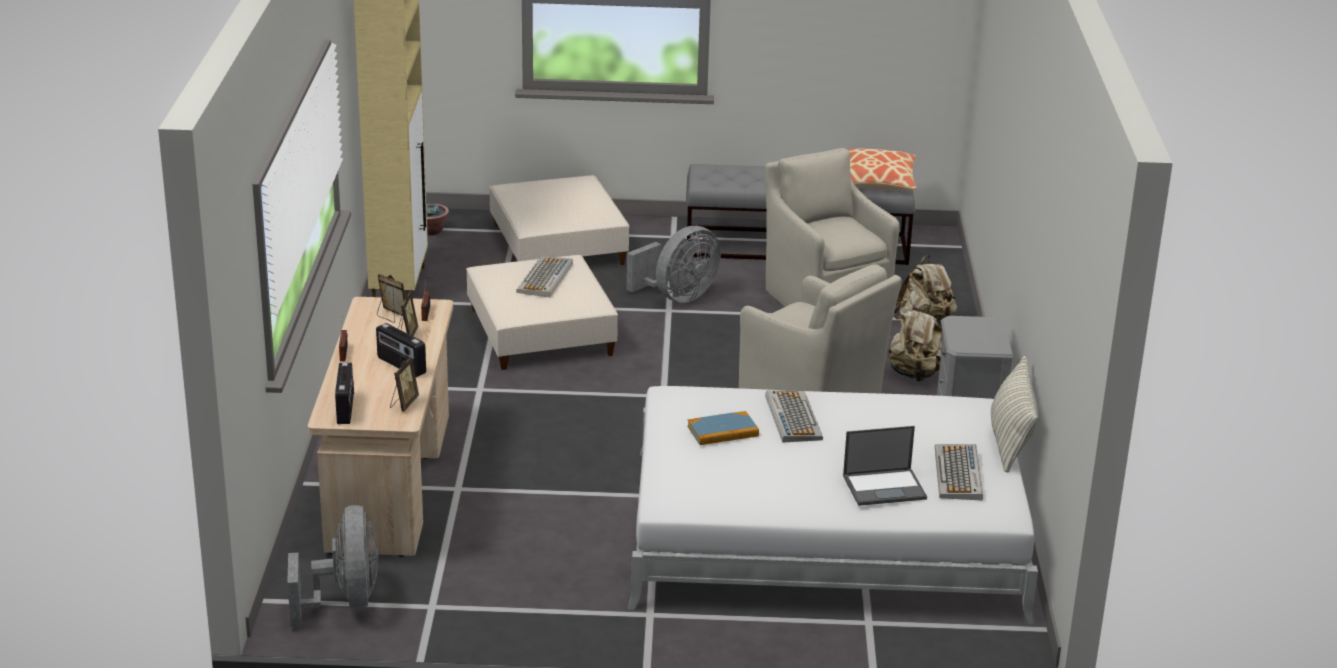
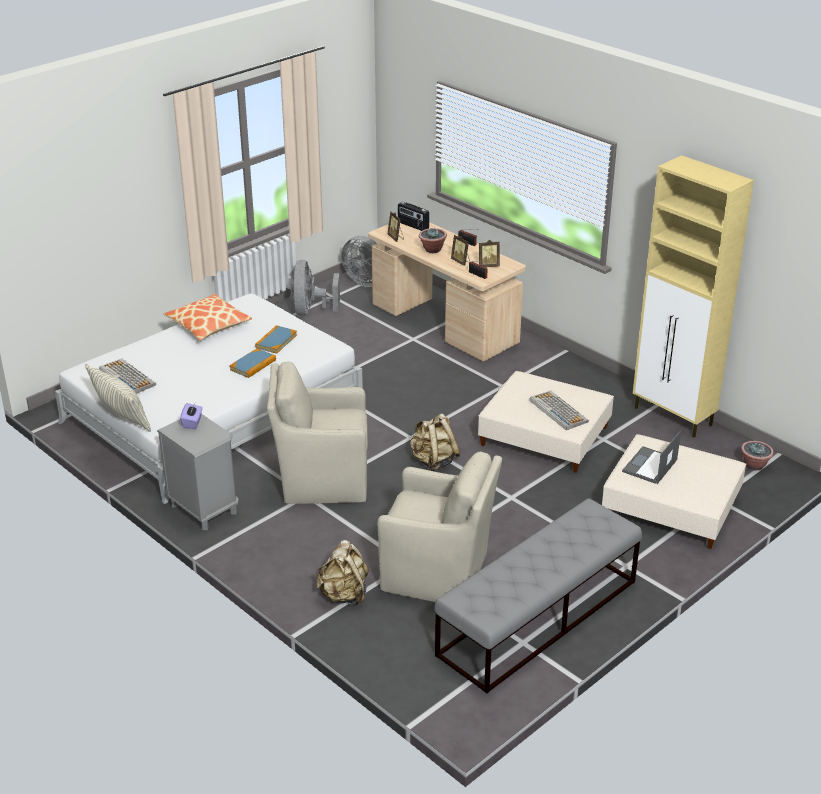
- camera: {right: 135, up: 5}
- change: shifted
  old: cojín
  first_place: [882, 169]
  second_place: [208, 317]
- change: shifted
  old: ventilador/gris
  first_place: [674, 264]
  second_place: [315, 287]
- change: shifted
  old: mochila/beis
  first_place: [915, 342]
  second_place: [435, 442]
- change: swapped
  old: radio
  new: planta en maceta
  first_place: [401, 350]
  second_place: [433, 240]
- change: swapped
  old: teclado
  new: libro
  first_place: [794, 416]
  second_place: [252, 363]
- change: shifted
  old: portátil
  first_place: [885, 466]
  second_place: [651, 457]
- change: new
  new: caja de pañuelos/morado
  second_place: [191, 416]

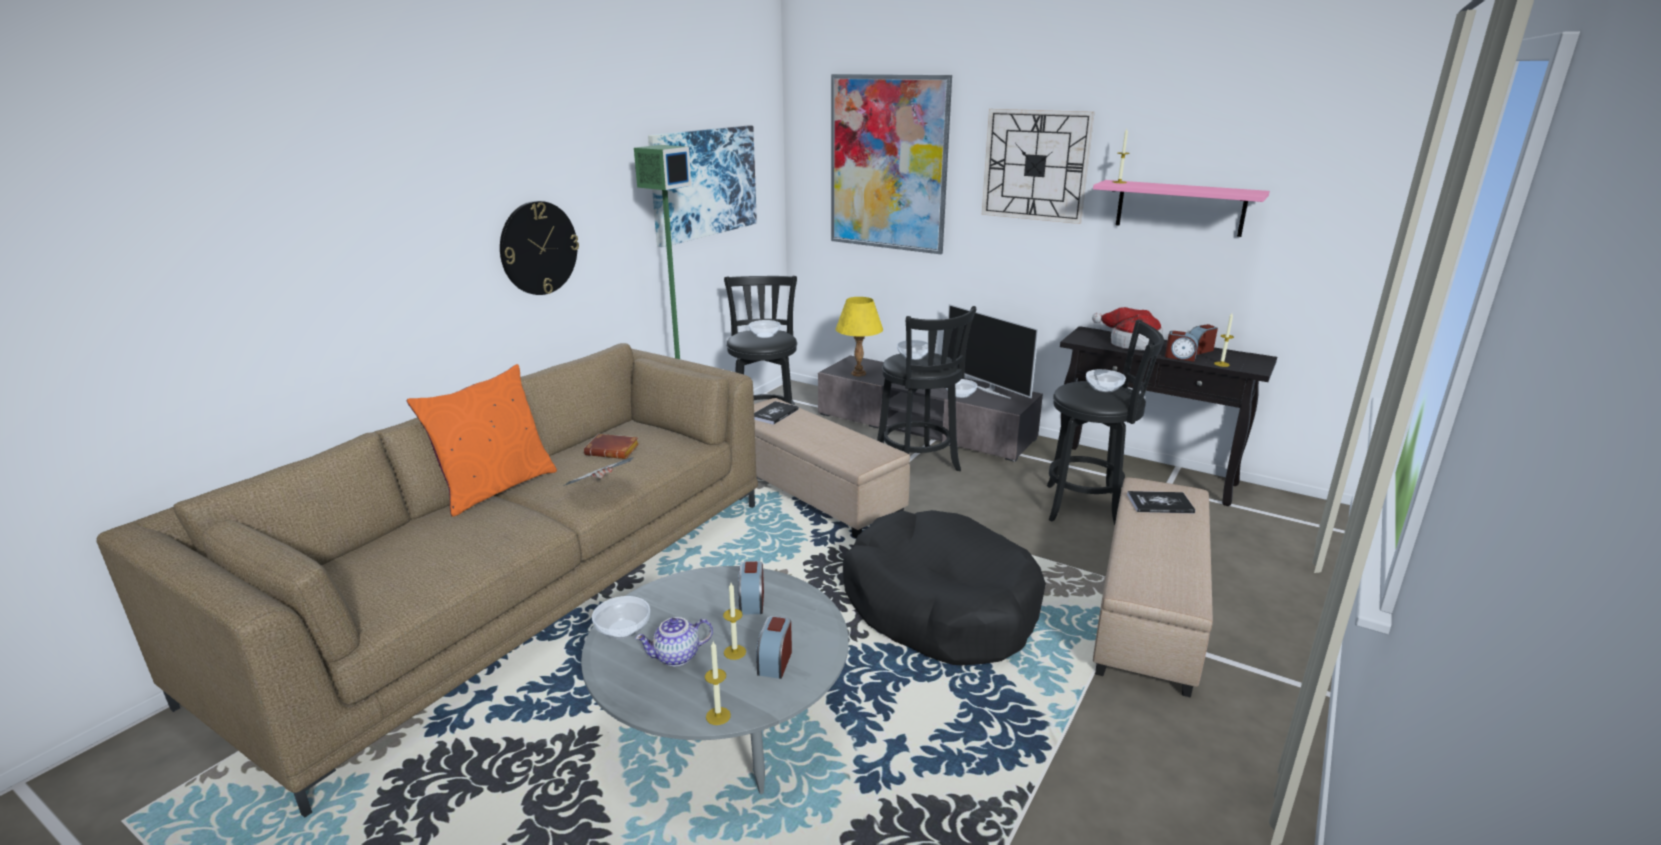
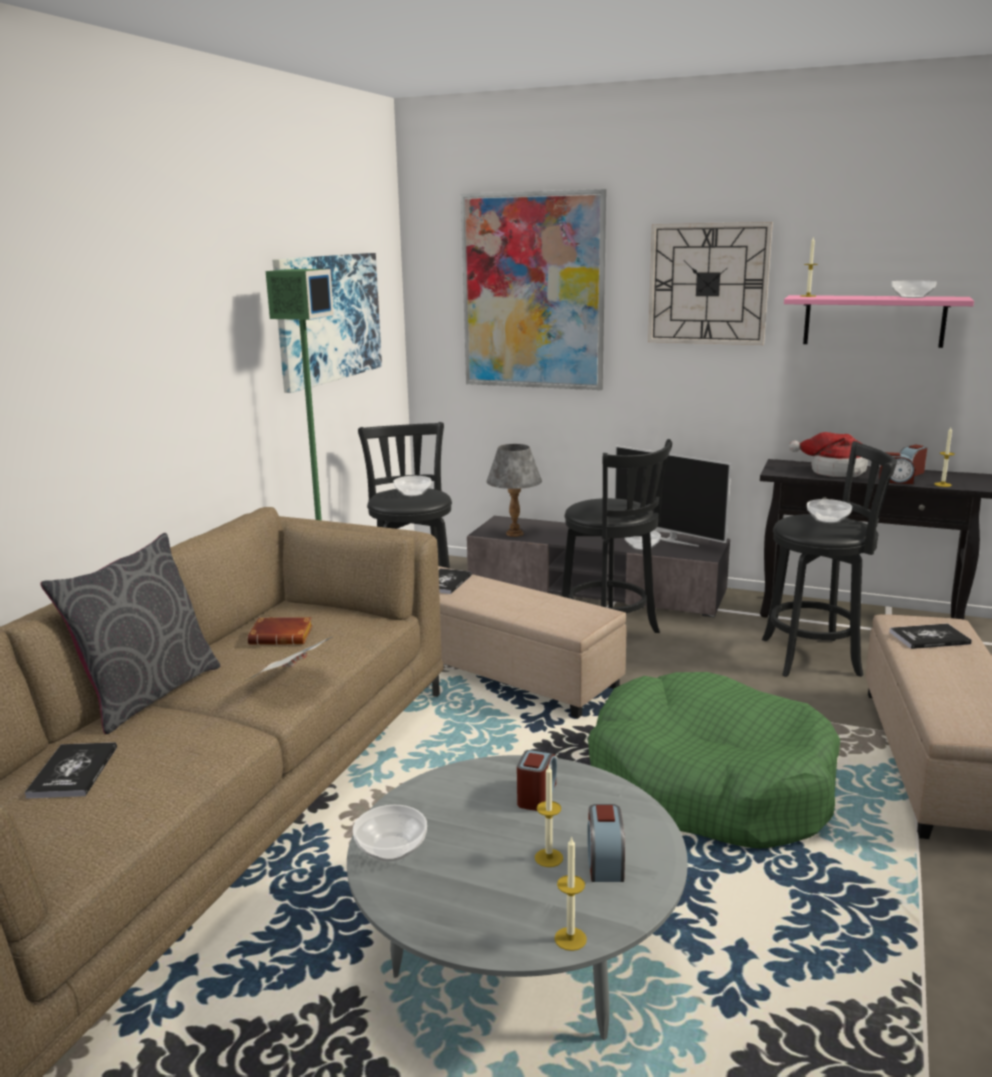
- camera: {right: -10, up: -5}
- change: gone
  old: reloj de pared
  first_place: [539, 248]
- change: repainted
  old: lámpara de mesa/amarillo
  new: lámpara de mesa/gris
  first_place: [859, 336]
  second_place: [514, 490]
- change: shifted
  old: cuenco
  first_place: [912, 350]
  second_place: [914, 289]
- change: repainted
  old: cojín/naranja
  new: cojín/gris
  first_place: [482, 440]
  second_place: [130, 633]
- change: repainted
  old: cama para perro/negro
  new: cama para perro/verde
  first_place: [944, 587]
  second_place: [714, 760]
- change: rotated
  old: despertador
  first_place: [751, 588]
  second_place: [537, 780]
  degrees: -150
- change: gone
  old: tetera
  first_place: [674, 641]
- change: new
  new: libro
  second_place: [70, 770]

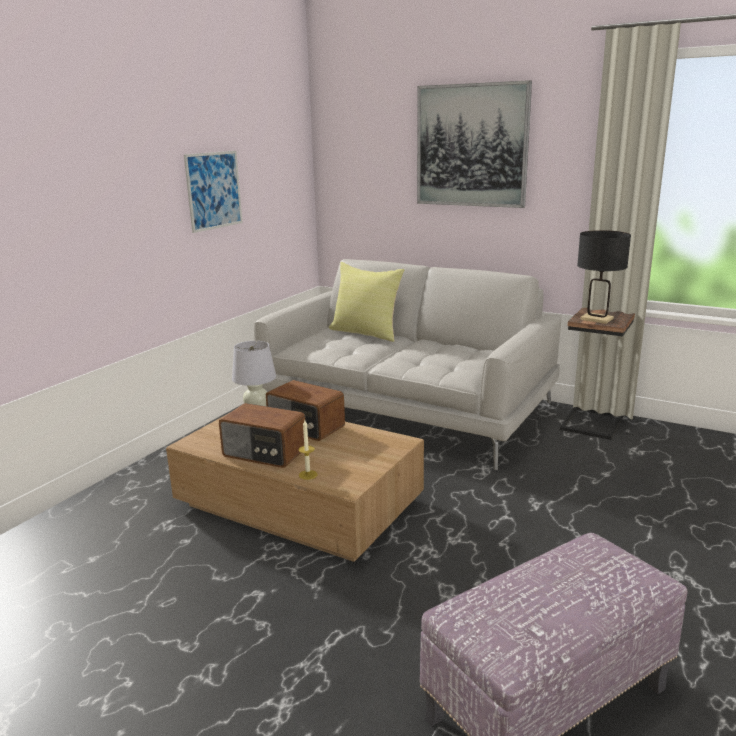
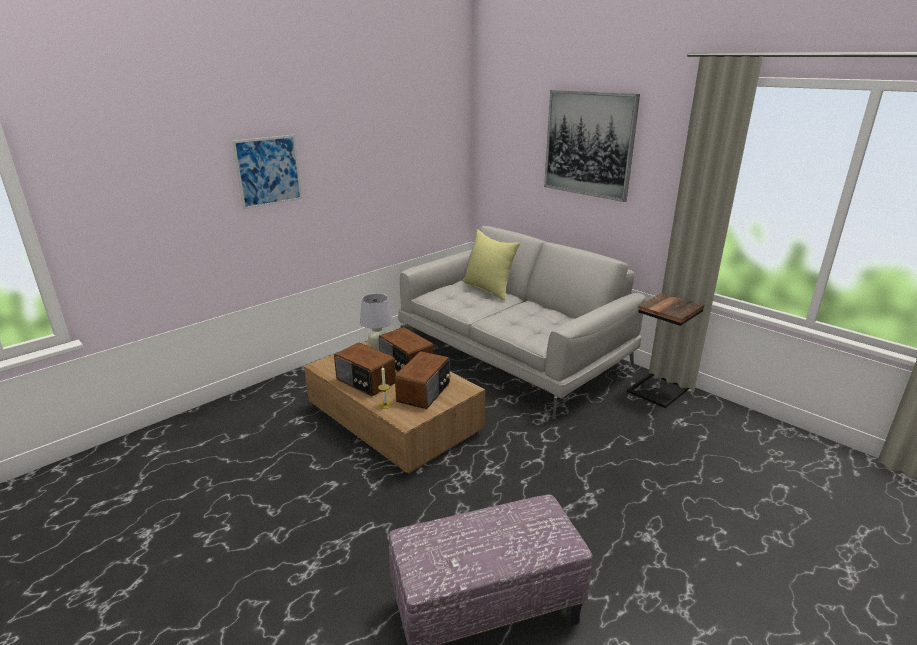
- camera: {right: 15, up: 5}
- change: shifted
  old: cuadro
  first_place: [213, 192]
  second_place: [267, 172]
- change: gone
  old: lámpara de mesa/negro
  first_place: [604, 277]
- change: new
  new: radio
  second_place: [423, 380]

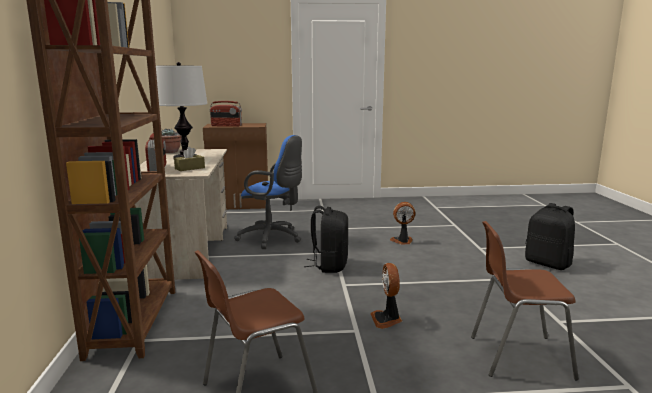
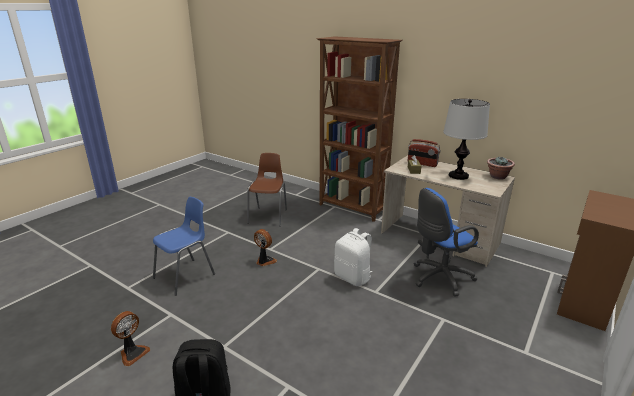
- camera: {right: 130, up: 10}
- change: gone
  old: radio
  first_place: [226, 114]
- change: shifted
  old: ventilador
  first_place: [402, 223]
  second_place: [130, 338]
- change: repainted
  old: mochila/negro
  new: mochila/blanco
  first_place: [326, 239]
  second_place: [353, 257]
- change: repainted
  old: silla/marrón
  new: silla/azul
  first_place: [525, 301]
  second_place: [184, 246]

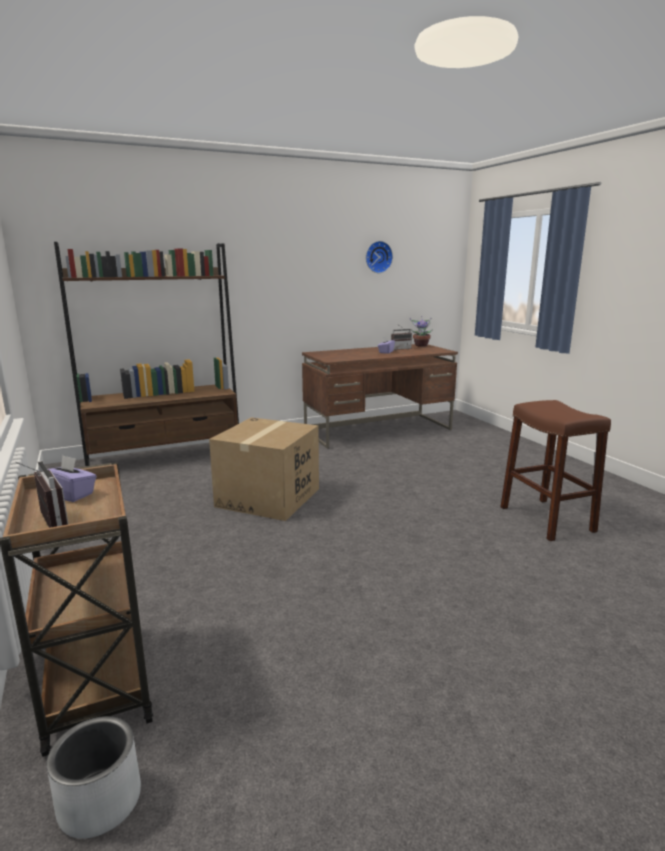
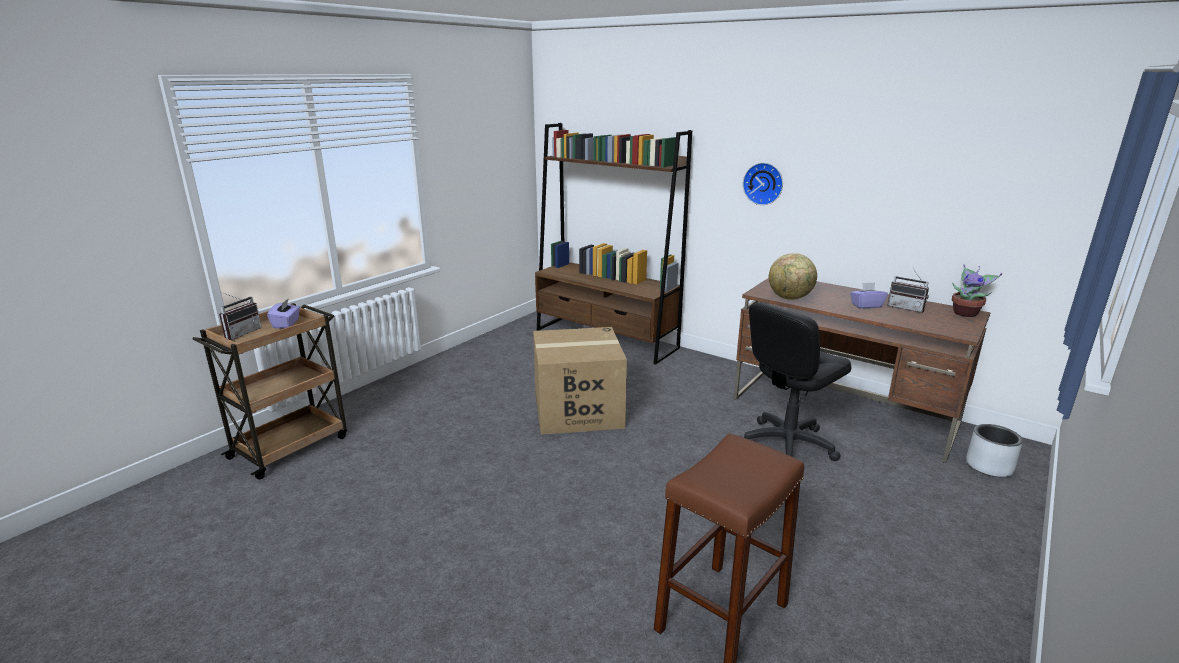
- camera: {right: 60, up: 5}
- change: shifted
  old: reloj de pared
  first_place: [379, 257]
  second_place: [763, 184]
- change: shifted
  old: maceta/gris
  first_place: [94, 777]
  second_place: [994, 450]
- change: new
  new: globo terráqueo
  second_place: [793, 276]
- change: new
  new: silla de oficina/negro
  second_place: [797, 381]

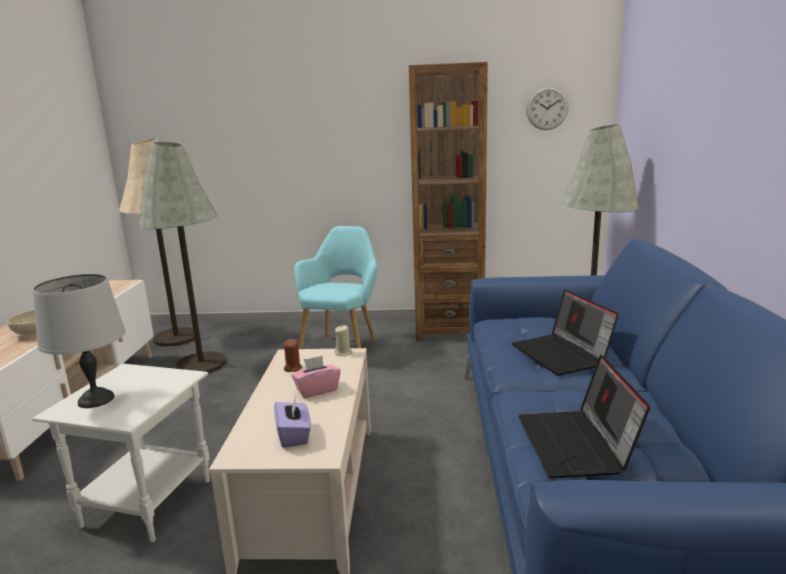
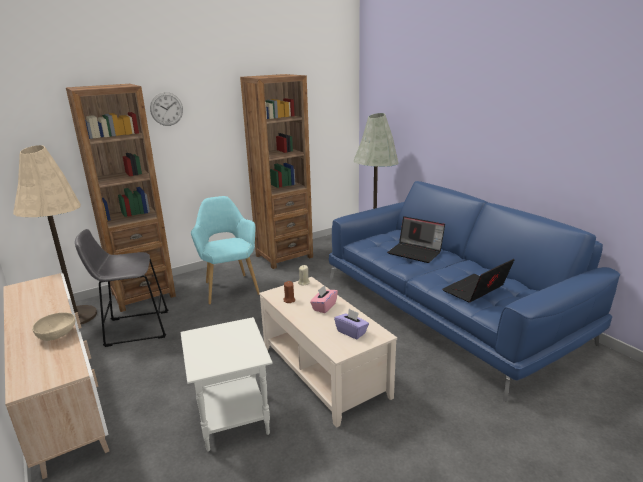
- camera: {right: -35, up: 5}
- change: shifted
  old: reloj de pared
  first_place: [547, 108]
  second_place: [166, 109]
- change: swapped
  old: lámpara de pie/gris
  new: taburete/gris
  first_place: [182, 257]
  second_place: [121, 288]
- change: gone
  old: lámpara de mesa/gris
  first_place: [79, 341]
- change: rotated
  old: portátil
  first_place: [584, 416]
  second_place: [478, 281]
  degrees: 90
- change: new
  new: estantería/marrón
  second_place: [121, 198]

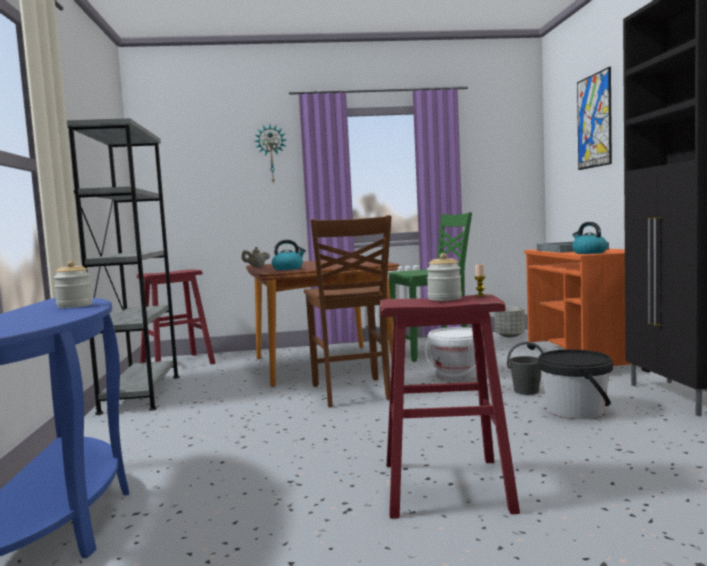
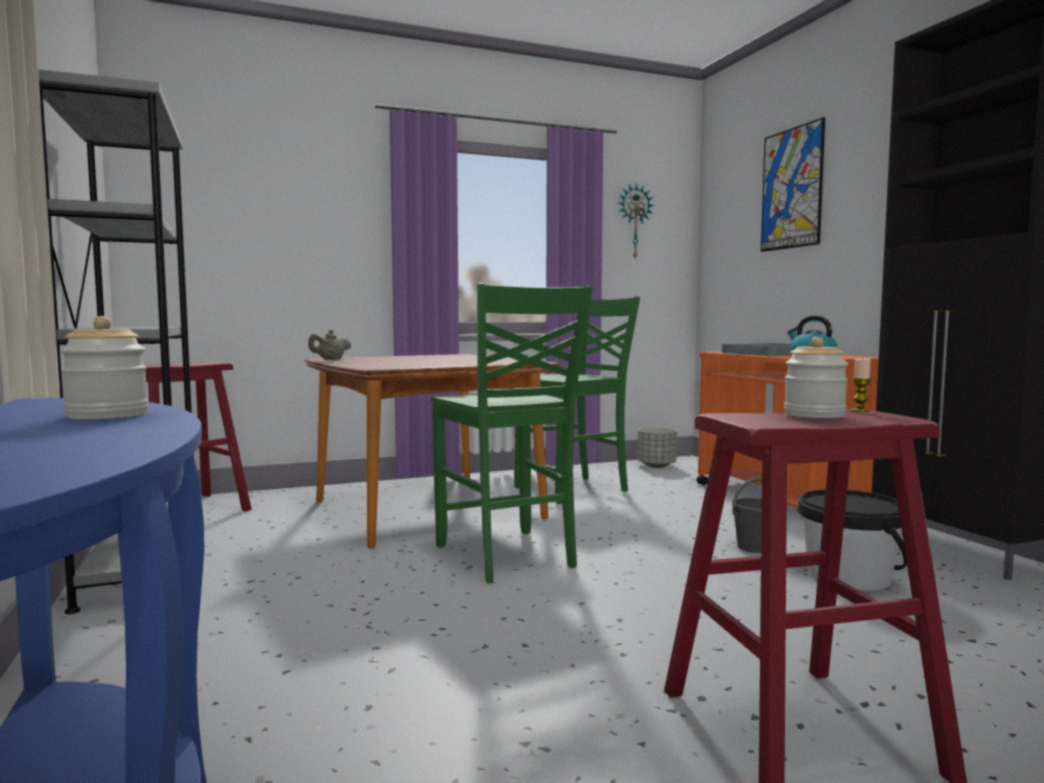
- camera: {right: -15, up: 0}
- change: shifted
  old: reloj de pared
  first_place: [270, 154]
  second_place: [636, 221]
- change: repainted
  old: silla/marrón
  new: silla/verde
  first_place: [348, 311]
  second_place: [512, 433]
- change: gone
  old: hervidor
  first_place: [289, 255]
- change: gone
  old: cubo/blanco
  first_place: [451, 353]

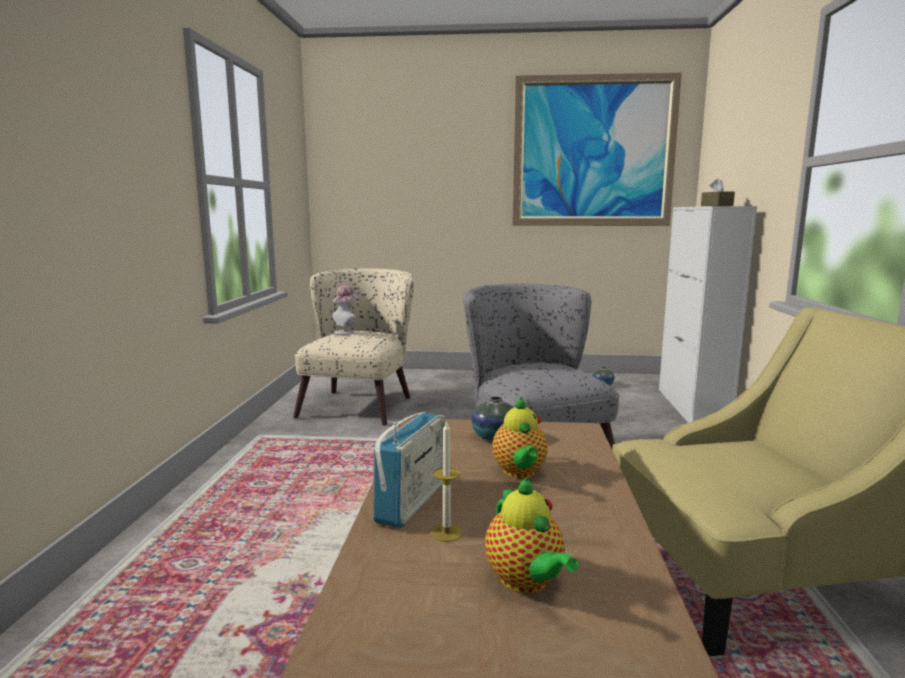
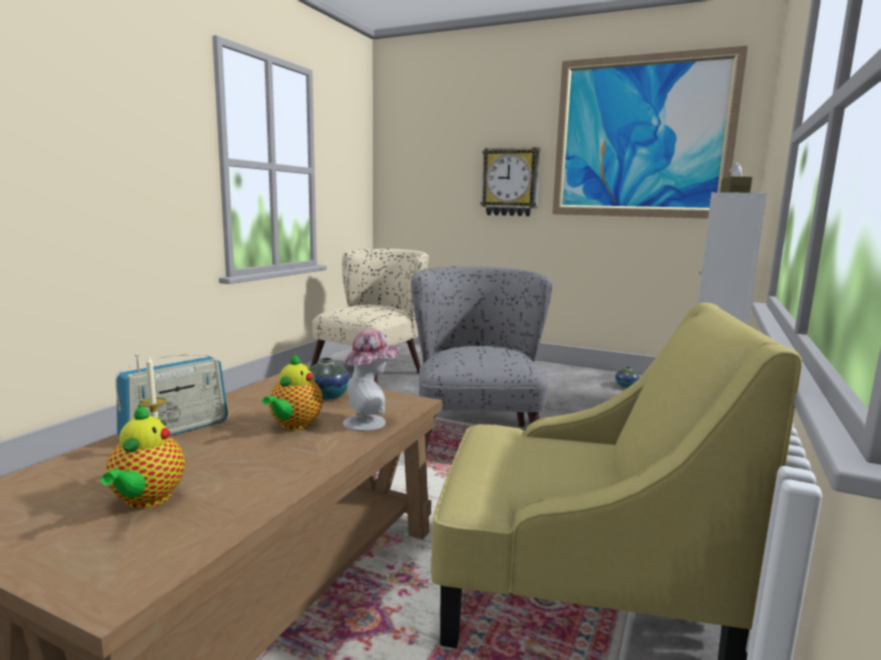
- camera: {right: 20, up: 0}
- change: shifted
  old: sombrero
  first_place: [345, 310]
  second_place: [371, 380]
- change: new
  new: reloj de pared
  second_place: [511, 181]

